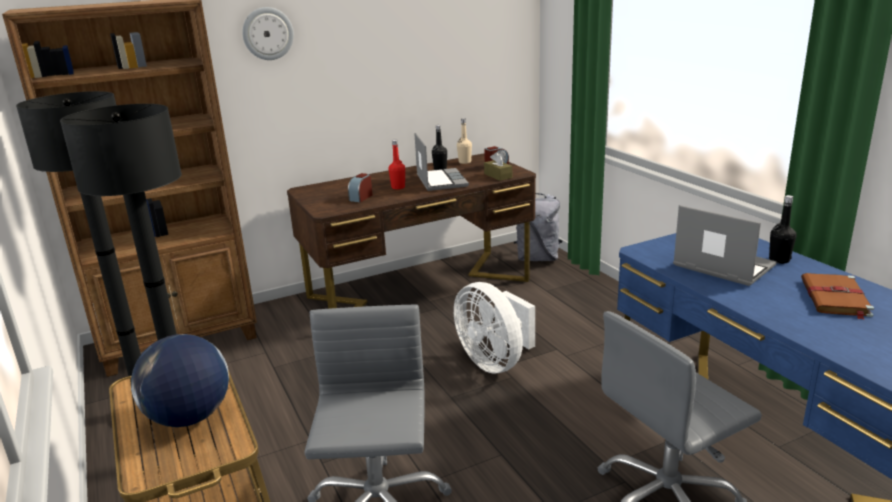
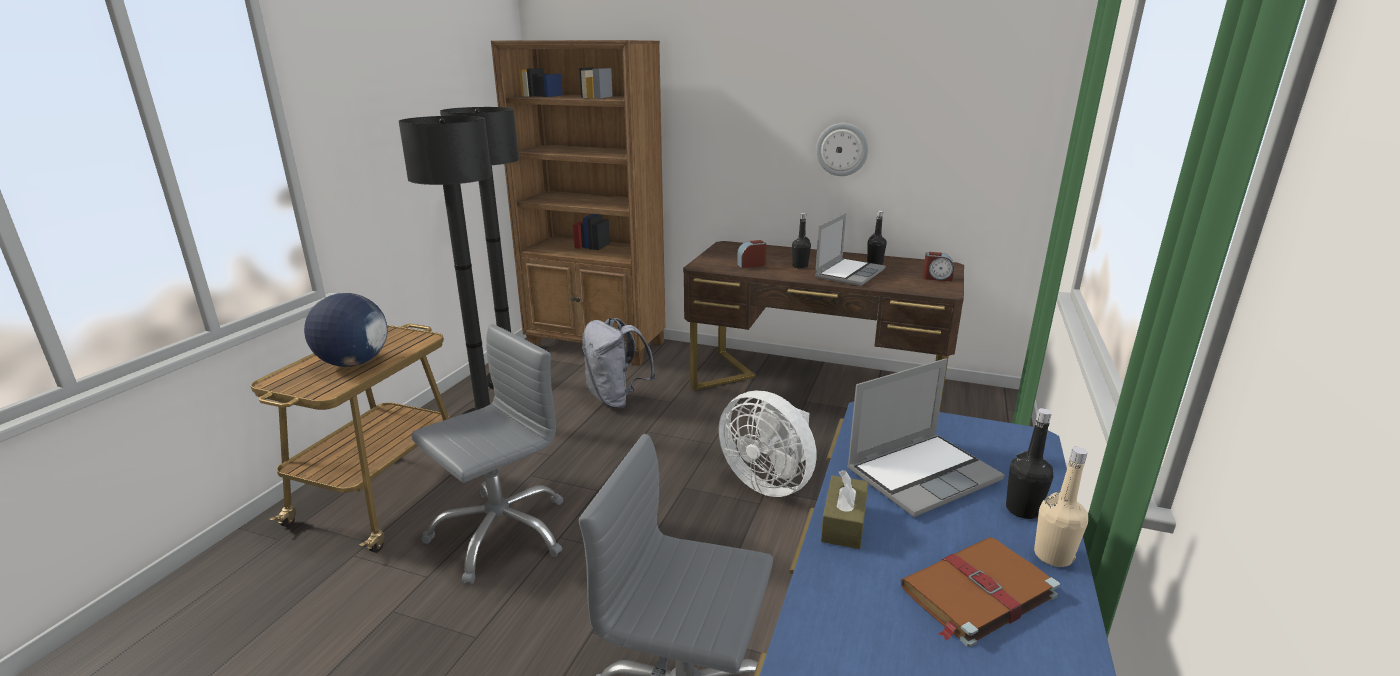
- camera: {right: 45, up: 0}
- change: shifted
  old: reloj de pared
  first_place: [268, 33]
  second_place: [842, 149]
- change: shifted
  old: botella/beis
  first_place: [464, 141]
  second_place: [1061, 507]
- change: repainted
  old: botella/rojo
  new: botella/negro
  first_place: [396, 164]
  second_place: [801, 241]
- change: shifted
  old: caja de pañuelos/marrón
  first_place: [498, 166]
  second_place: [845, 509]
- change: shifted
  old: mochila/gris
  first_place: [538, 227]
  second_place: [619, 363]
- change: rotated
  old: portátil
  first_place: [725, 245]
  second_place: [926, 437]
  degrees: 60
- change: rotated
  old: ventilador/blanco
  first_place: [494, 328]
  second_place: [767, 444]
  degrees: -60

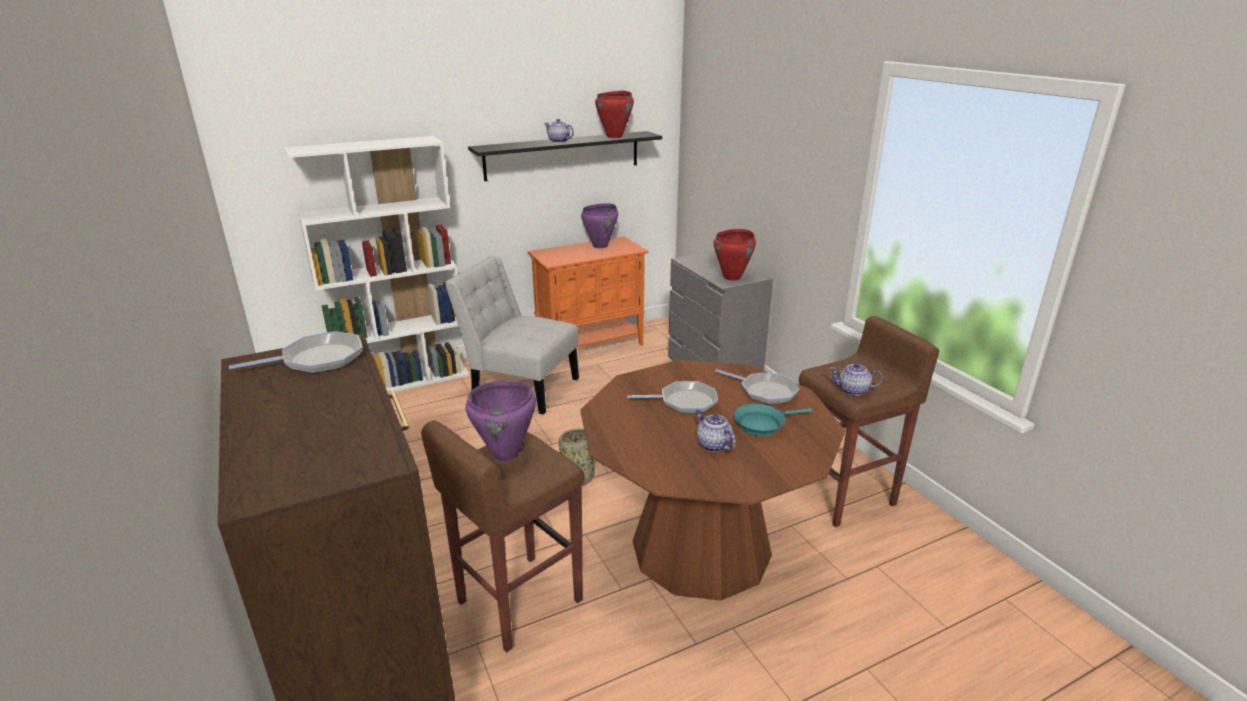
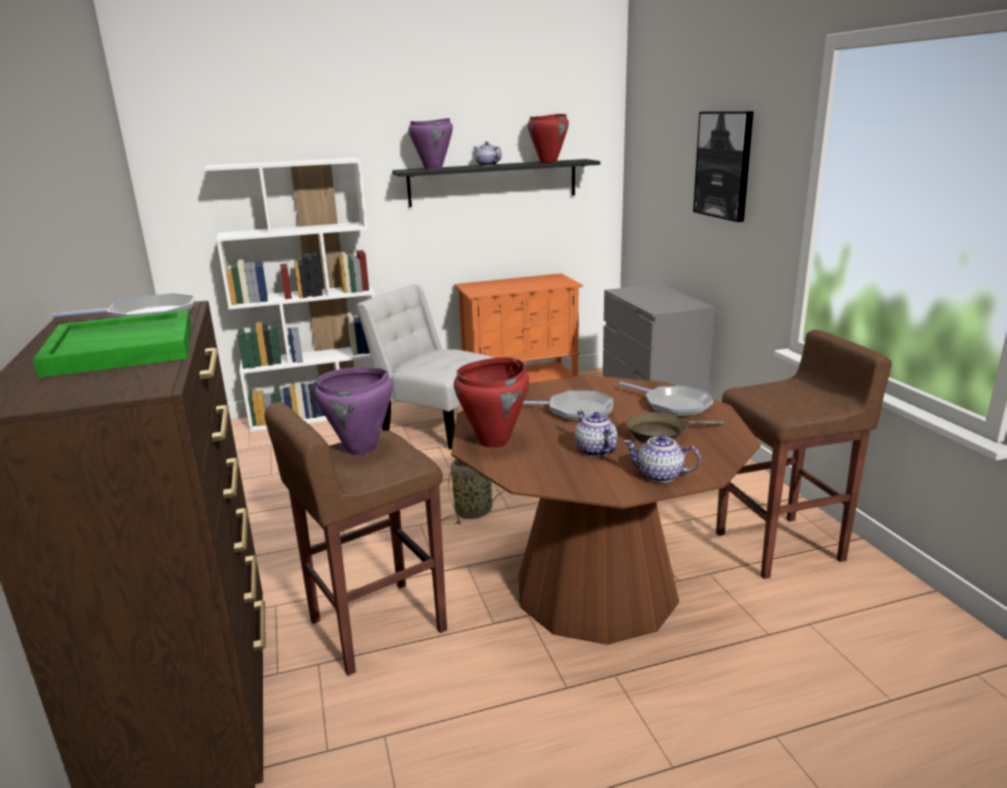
- camera: {right: 10, up: -5}
- change: shifted
  old: olla/morado
  first_place: [599, 225]
  second_place: [430, 144]
- change: shifted
  old: olla/rojo
  first_place: [735, 255]
  second_place: [491, 402]
- change: shifted
  old: tetera
  first_place: [856, 379]
  second_place: [662, 458]
- change: repainted
  old: sartén/turquesa
  new: sartén/marrón
  first_place: [773, 420]
  second_place: [675, 427]
- change: new
  new: cuadro
  second_place: [723, 166]
- change: new
  new: bandeja/verde
  second_place: [112, 344]

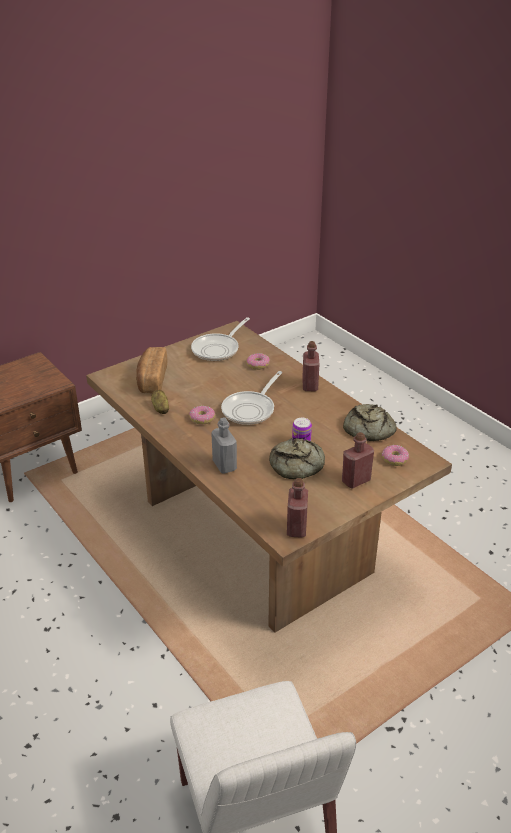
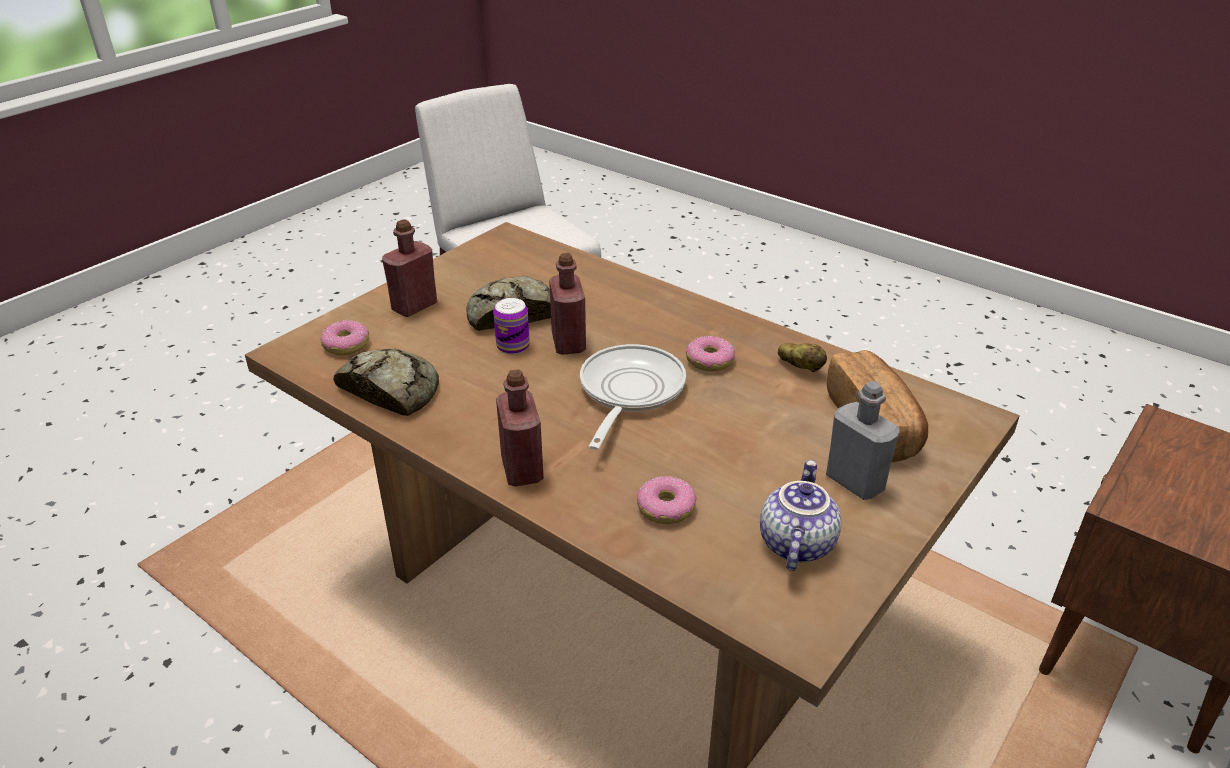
- camera: {right: 165, up: 0}
- change: swapped
  old: sartén
  new: tetera
  first_place: [220, 339]
  second_place: [800, 515]
- change: shifted
  old: botella/gris
  first_place: [224, 445]
  second_place: [863, 440]
- change: shifted
  old: botella/rojo
  first_place: [297, 508]
  second_place: [567, 304]

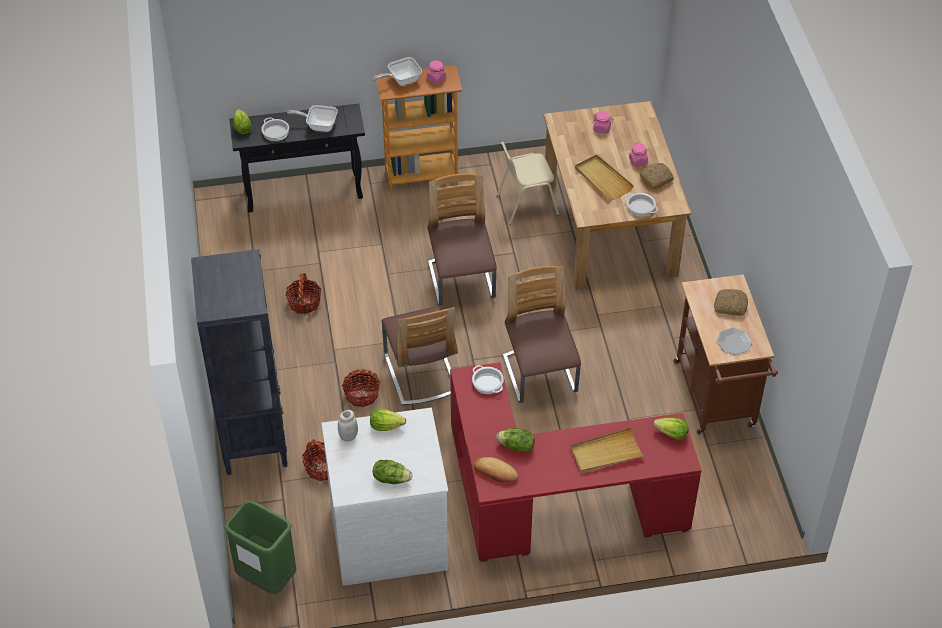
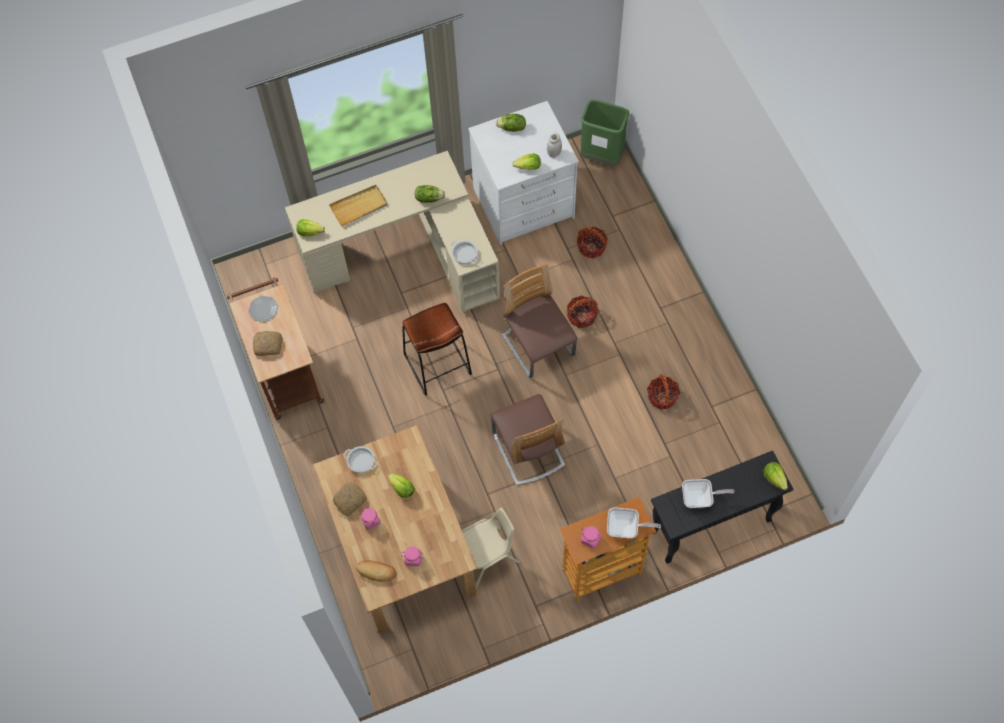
- camera: {right: 170, up: 15}
- change: rotated
  old: sartén
  first_place: [397, 71]
  second_place: [634, 522]
  degrees: 45
- change: gone
  old: olla
  first_place: [275, 129]
- change: swapped
  old: bandeja/beis
  new: lechuga
  first_place: [604, 177]
  second_place: [401, 485]
- change: gone
  old: estantería/negro
  first_place: [239, 362]
- change: swapped
  old: silla
  new: taburete/marrón
  first_place: [542, 334]
  second_place: [437, 349]
- change: repainted
  old: escritorio/rojo
  new: escritorio/beis
  first_place: [576, 462]
  second_place: [392, 231]
- change: shifted
  old: pan
  first_place: [496, 469]
  second_place: [376, 571]

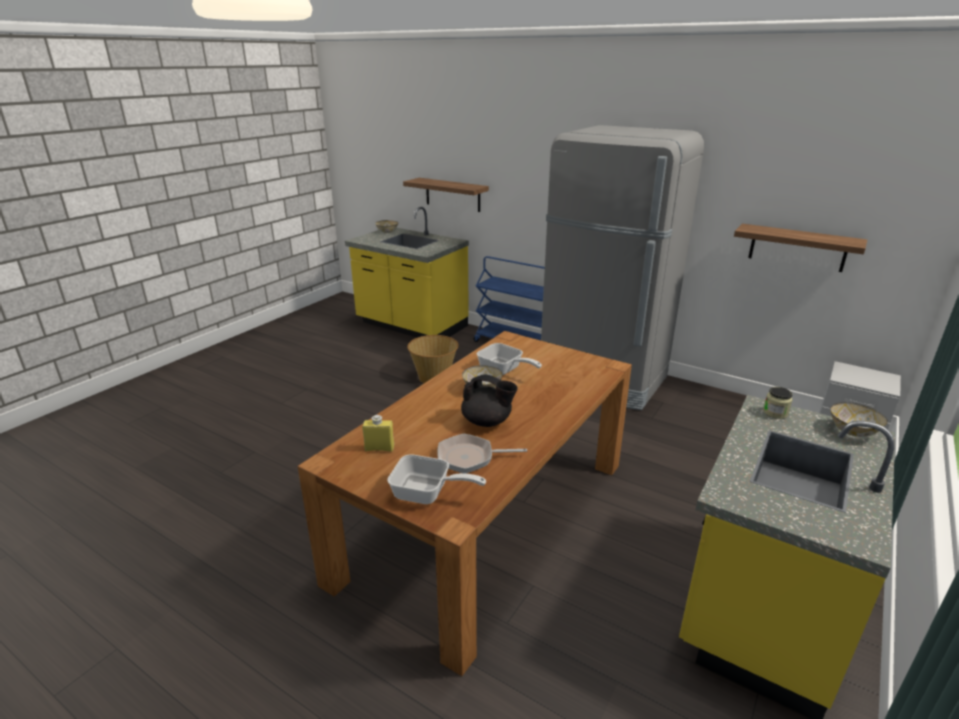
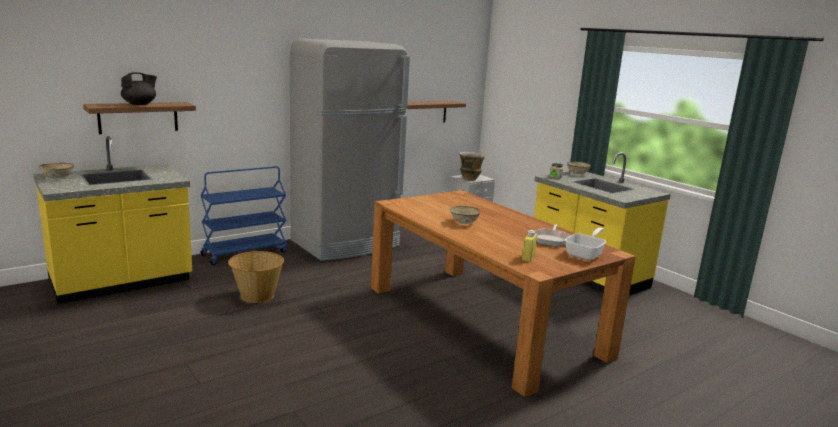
- camera: {right: -70, up: -10}
- change: gone
  old: sartén
  first_place: [509, 359]
- change: shifted
  old: tetera/negro
  first_place: [489, 401]
  second_place: [139, 88]
- change: new
  new: florero
  second_place: [472, 166]

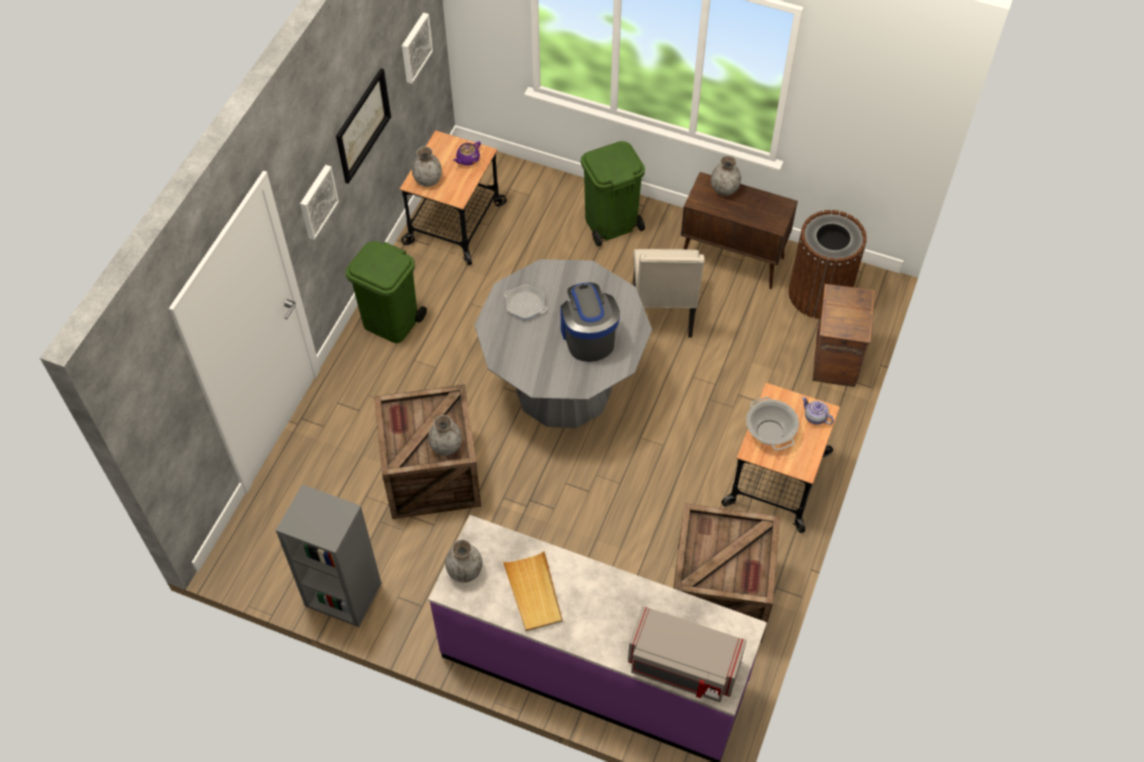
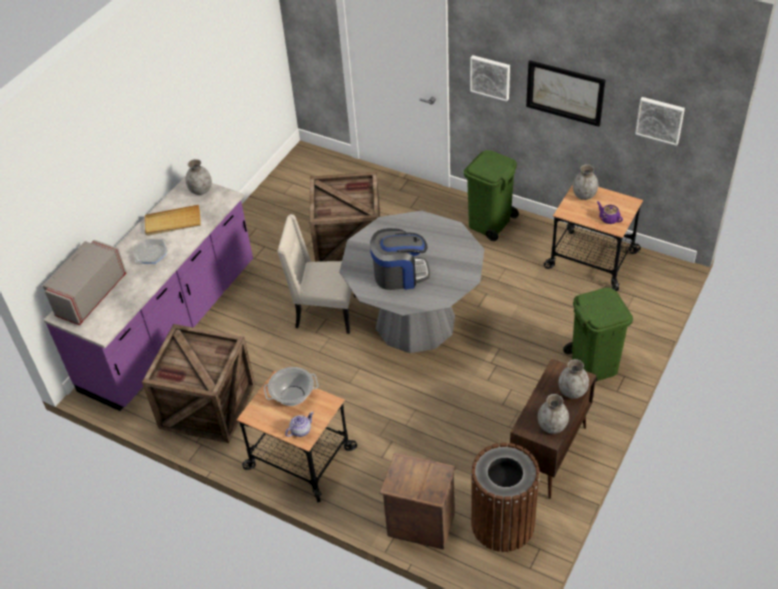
- camera: {right: 100, up: -10}
- change: shifted
  old: silla/beis
  first_place: [669, 293]
  second_place: [317, 274]
- change: shifted
  old: sartén
  first_place: [525, 302]
  second_place: [150, 251]
- change: shifted
  old: florero/gris
  first_place: [445, 435]
  second_place: [553, 414]
- change: gone
  old: estantería/gris
  first_place: [329, 555]

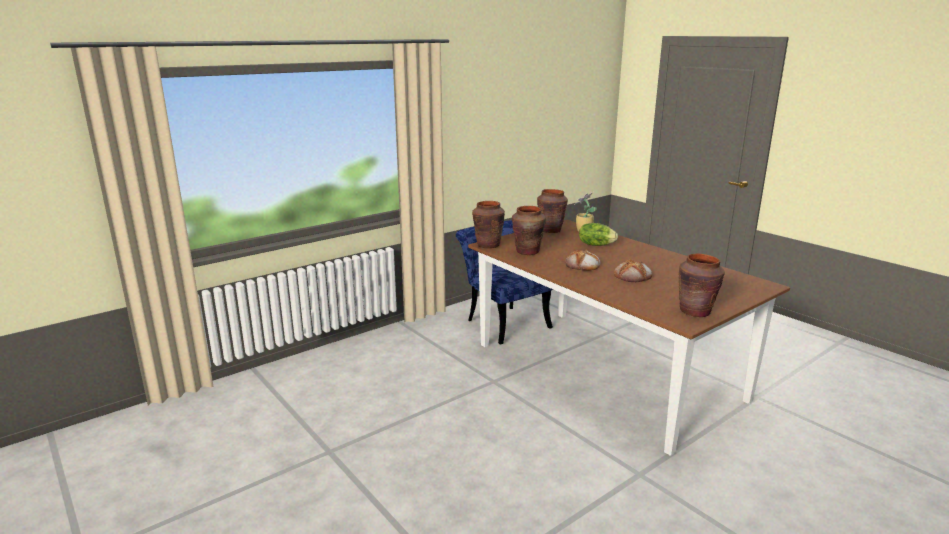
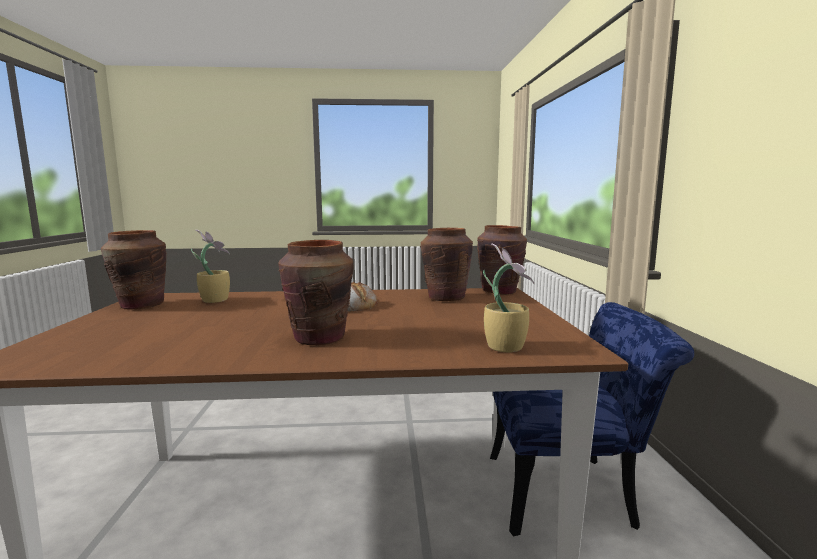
- camera: {right: 125, up: -10}
- change: shifted
  old: florero/marrón
  first_place: [552, 211]
  second_place: [315, 292]
- change: gone
  old: lechuga
  first_place: [598, 234]
- change: gone
  old: pan
  first_place: [633, 271]
- change: new
  new: planta en maceta
  second_place: [210, 266]

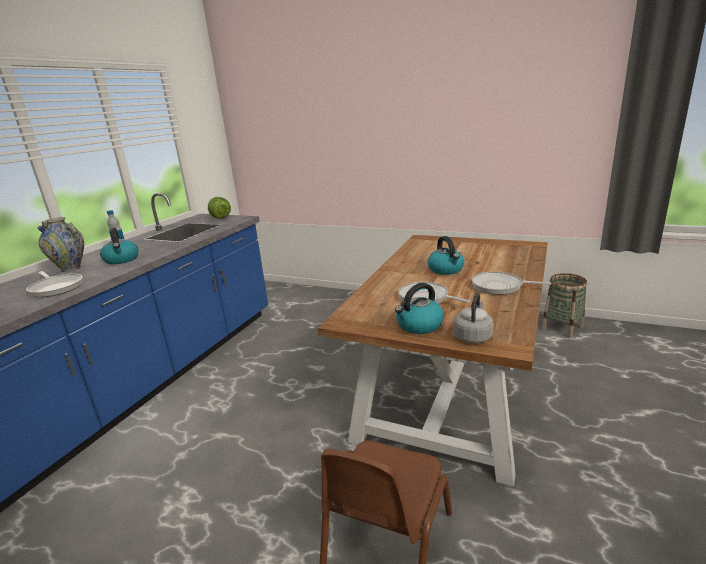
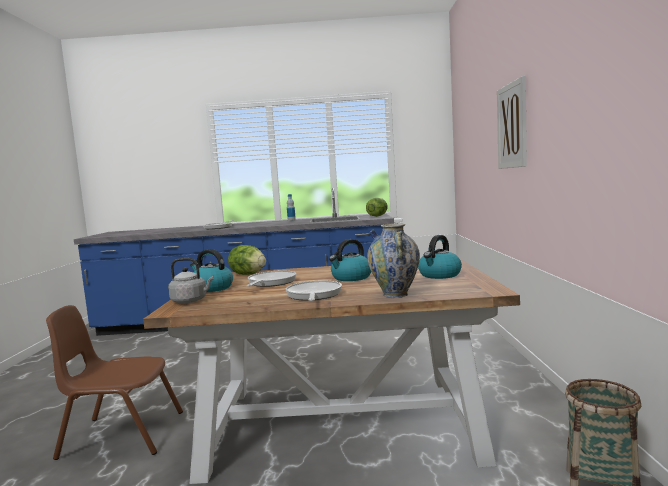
- camera: {right: 65, up: -15}
- change: shifted
  old: florero
  first_place: [60, 244]
  second_place: [393, 260]
- change: shifted
  old: hervidor
  first_place: [119, 245]
  second_place: [440, 257]
- change: new
  new: cuadro
  second_place: [512, 122]
- change: new
  new: lechuga
  second_place: [247, 260]

